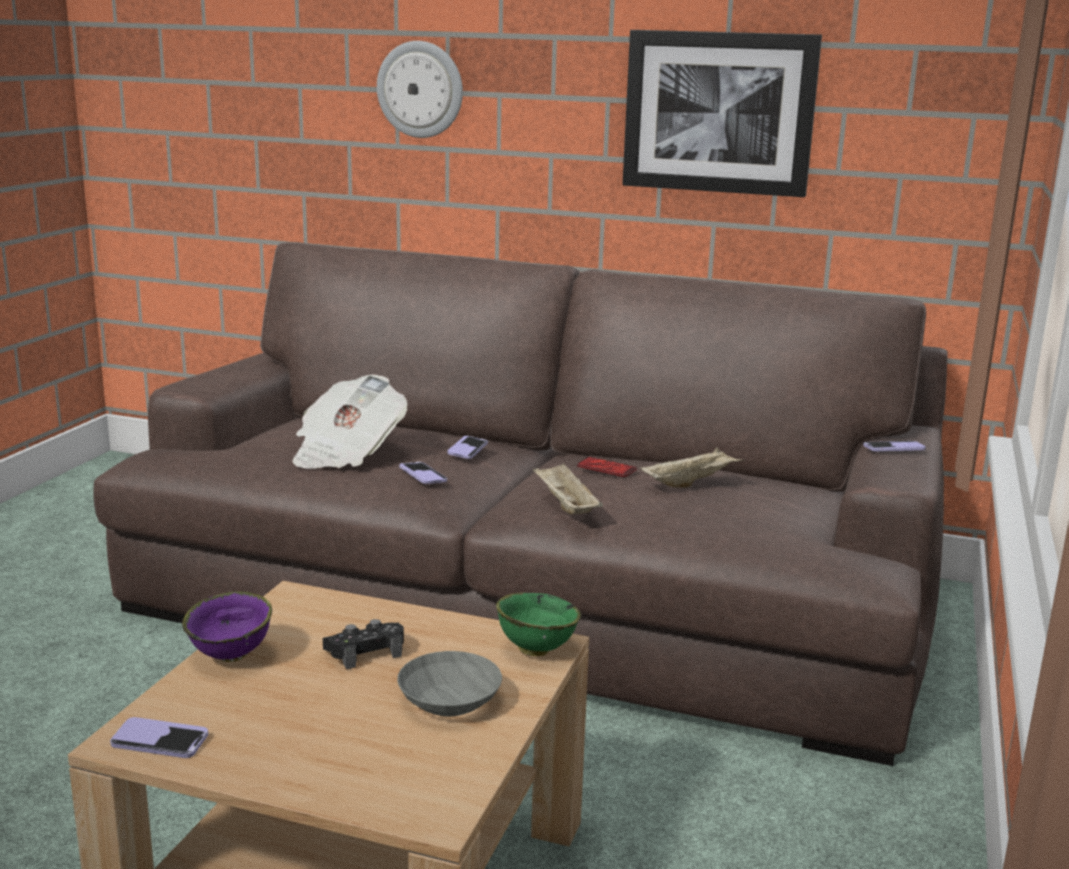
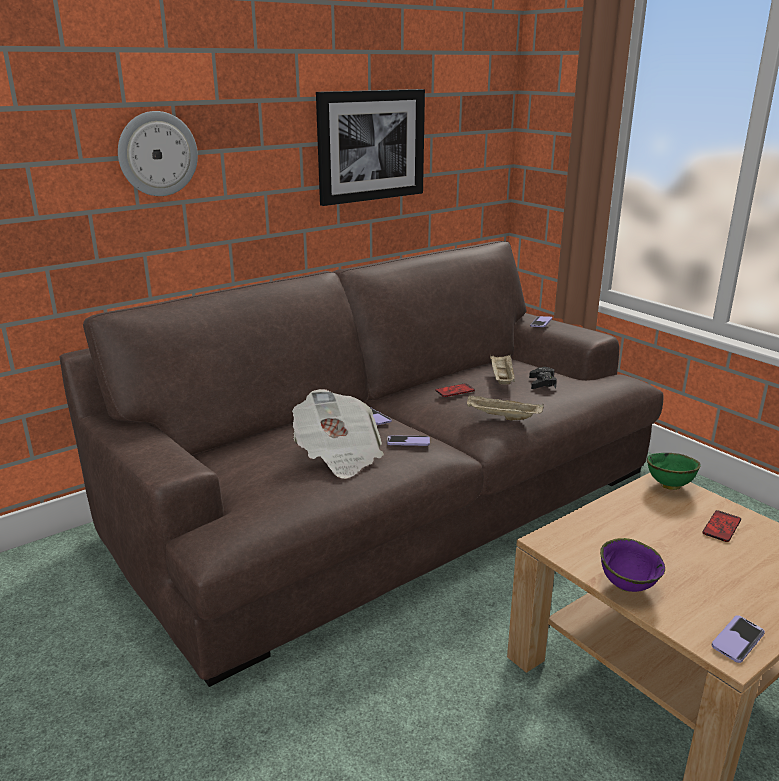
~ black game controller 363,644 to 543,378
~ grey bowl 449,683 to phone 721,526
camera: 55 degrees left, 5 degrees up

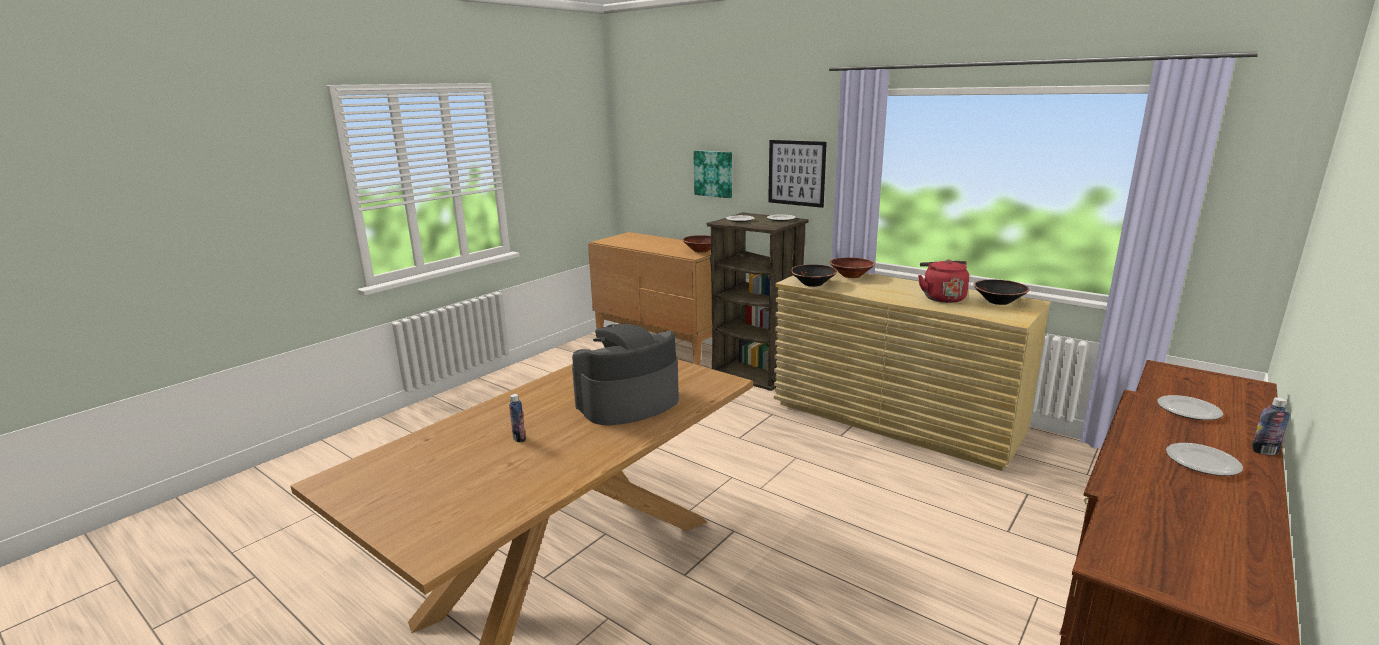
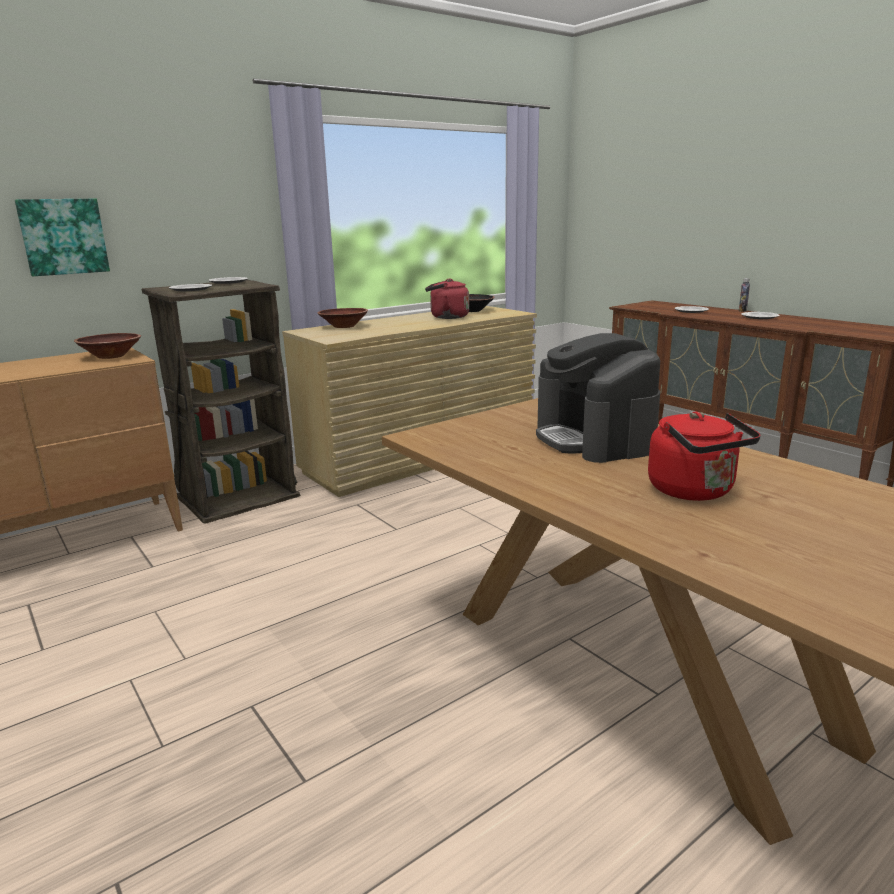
~ bottle 517,418 to red kettle 704,456
- picture 797,174
- black bowl 813,275
camera: 75 degrees left, 0 degrees up

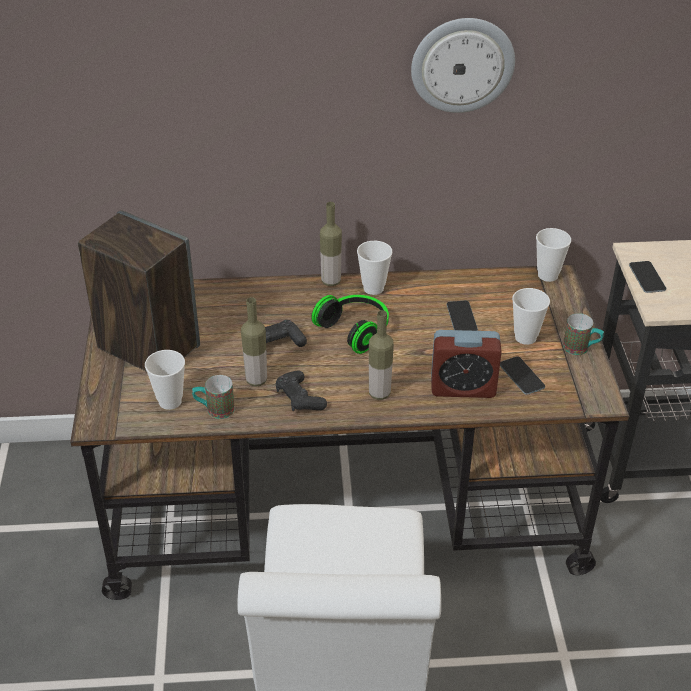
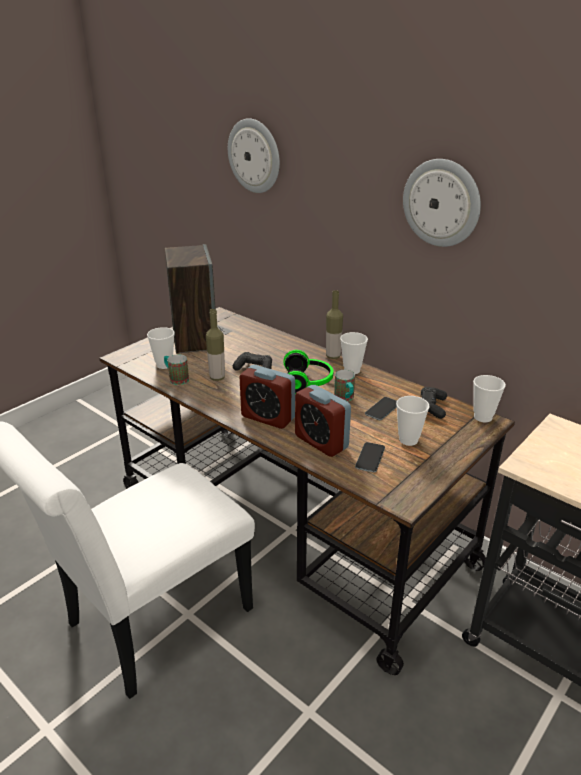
+ wall clock 254,155
~ bottle 381,355 to alarm clock 267,397
~ mug 583,334 to 344,386
~ black game controller 301,390 to 434,403
- phone 647,277
camera: 45 degrees right, 10 degrees down

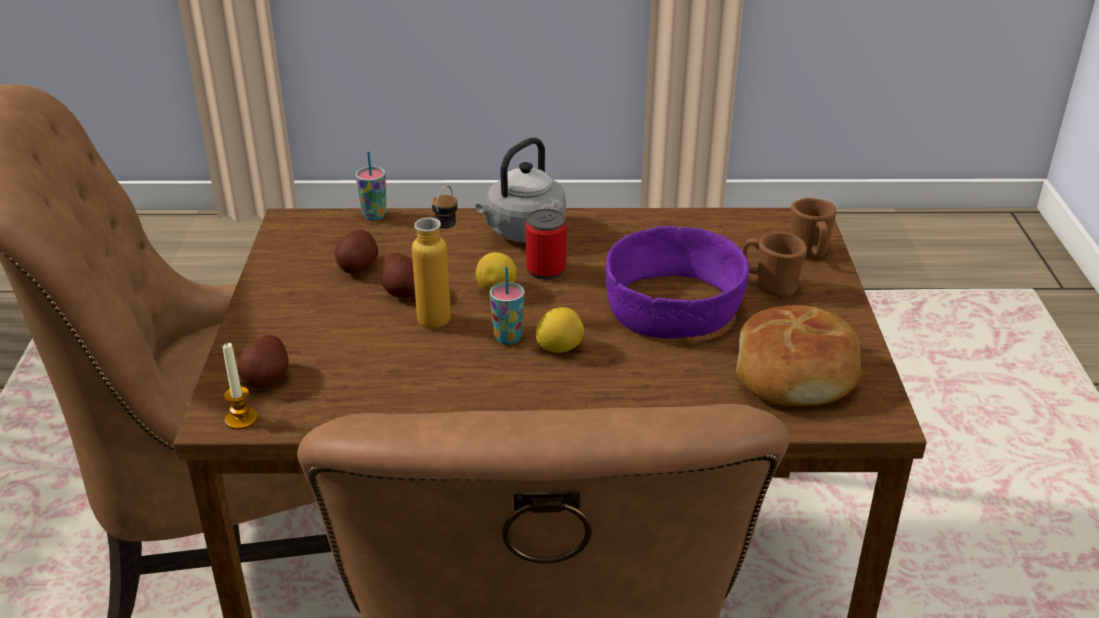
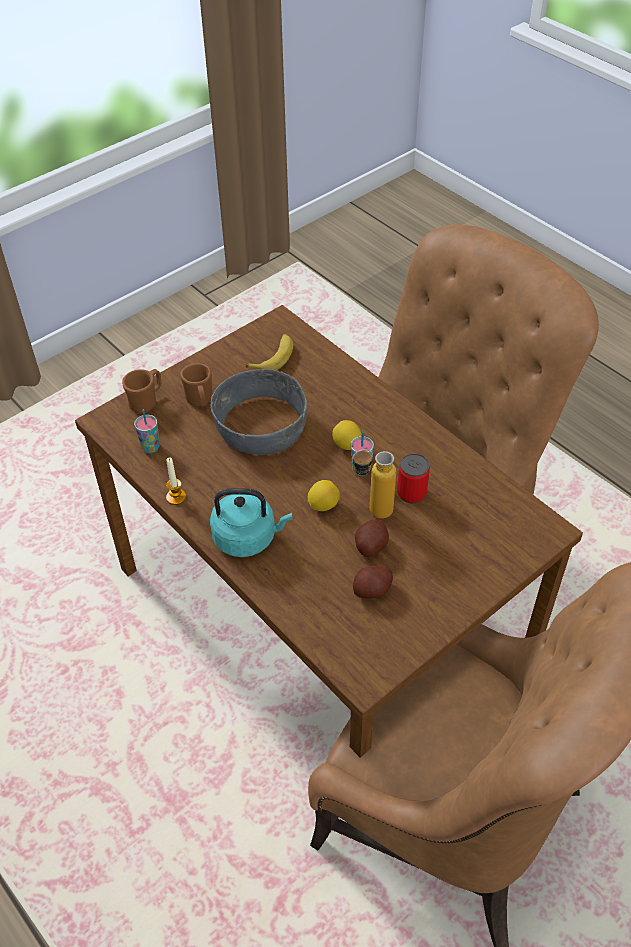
~ cup 370,185 to 147,431
~ candle 240,386 to 176,481
~ purple bowl 677,282 to grey bowl 258,412
~ grey kettle 521,190 to turquoise kettle 251,522
~ bread 798,356 to banana 269,352
~ can 546,244 to 413,479
- potato 263,361
camera: 130 degrees left, 15 degrees up

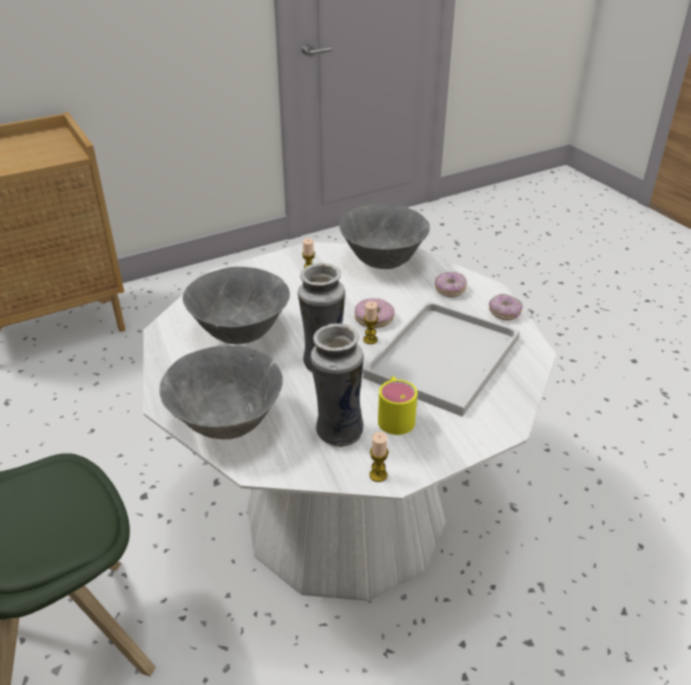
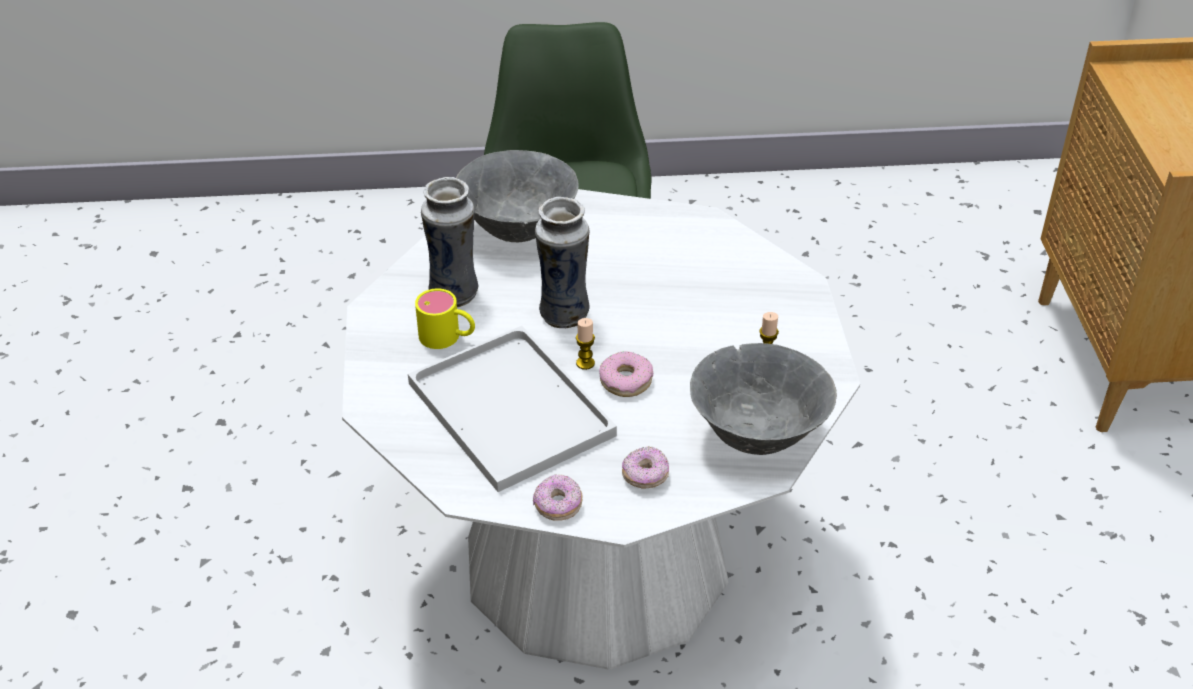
- grey bowl 236,305
- candle 379,457
camera: 115 degrees right, 5 degrees up

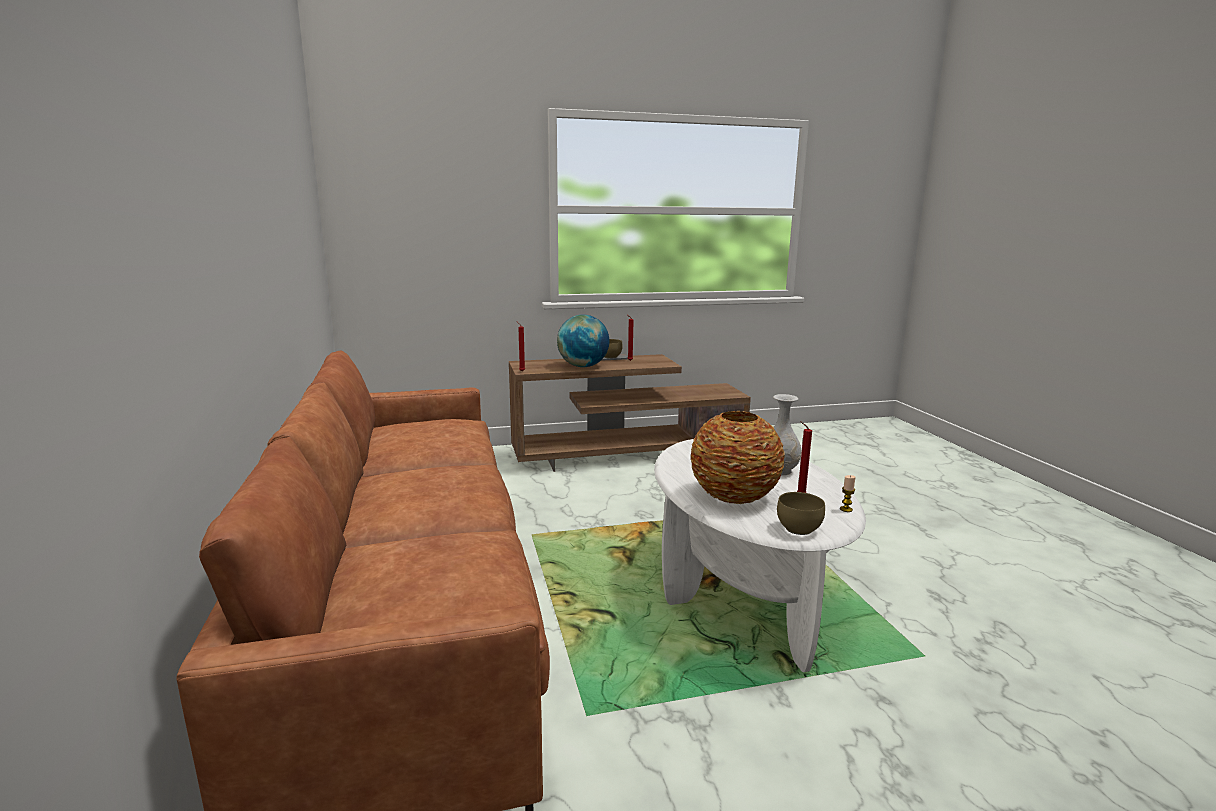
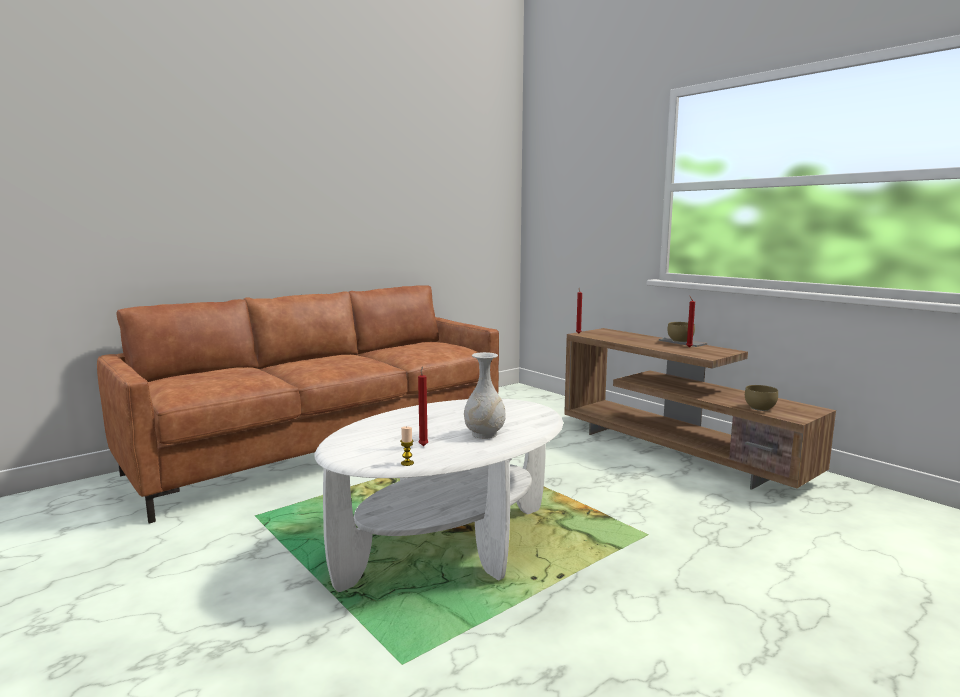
~ brown bowl 801,513 to 761,398
- globe 583,341
- vase 738,457
camera: 65 degrees right, 5 degrees down

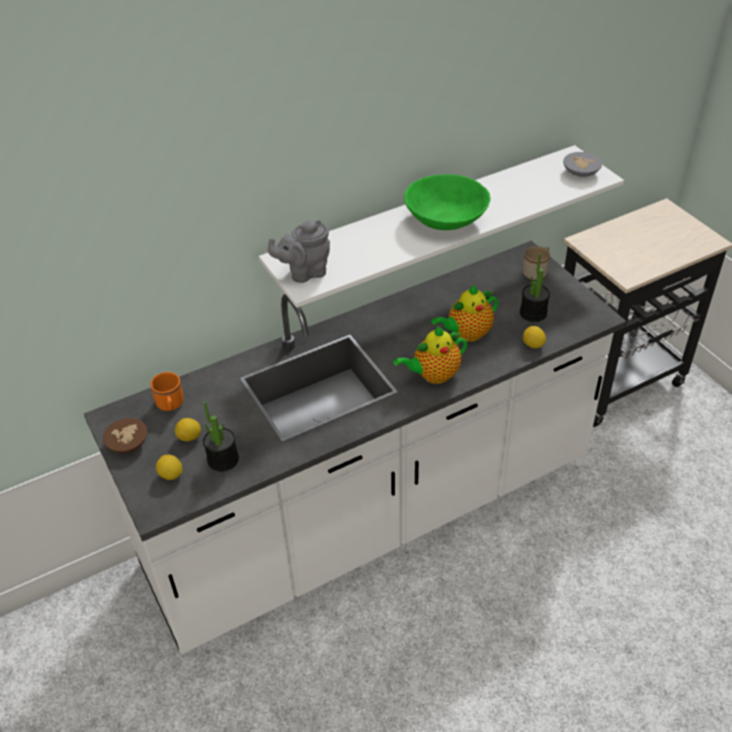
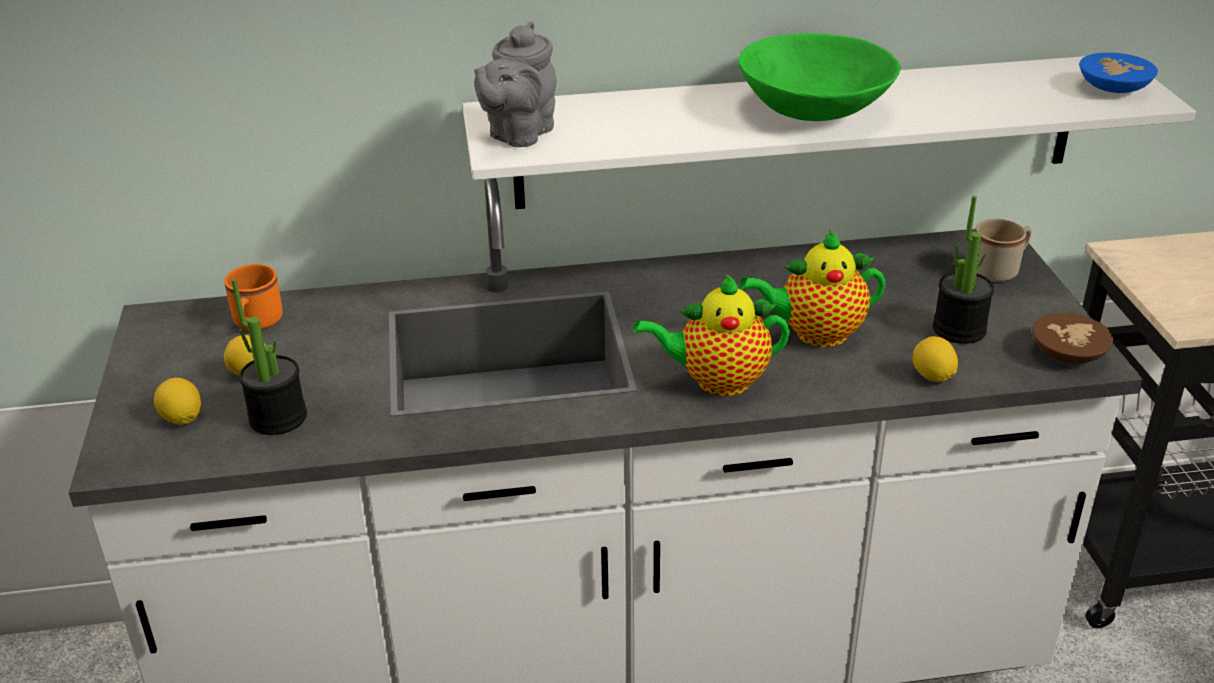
~ grey teapot 299,251 = 515,84 60 degrees counterclockwise
~ brown bowl 125,435 to 1072,338
~ grey bowl 582,164 to blue bowl 1118,73
camera: 20 degrees right, 10 degrees down

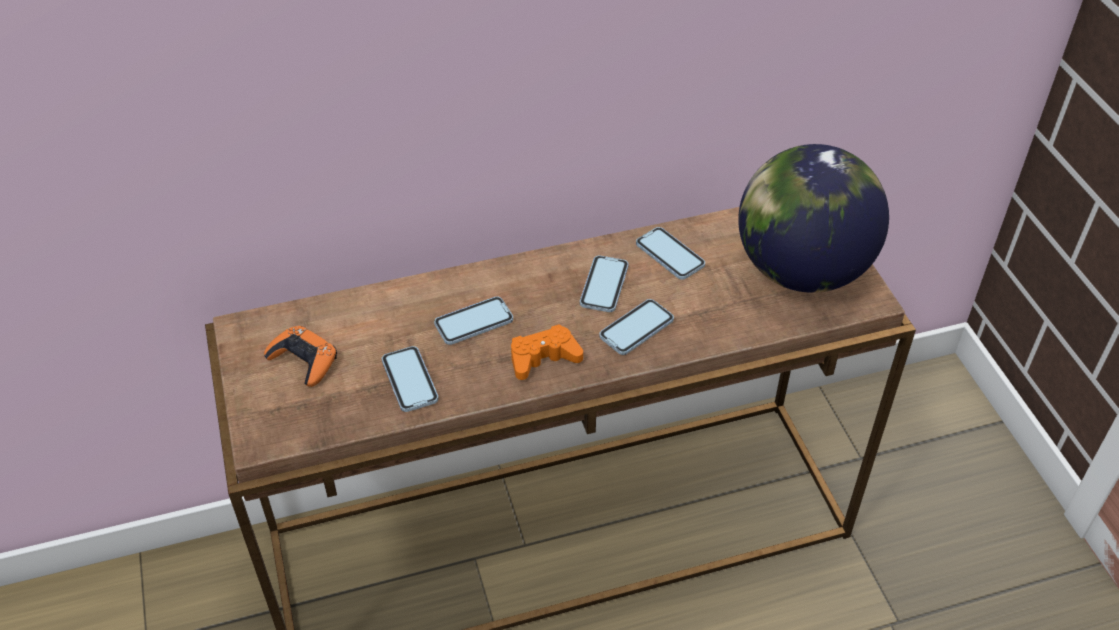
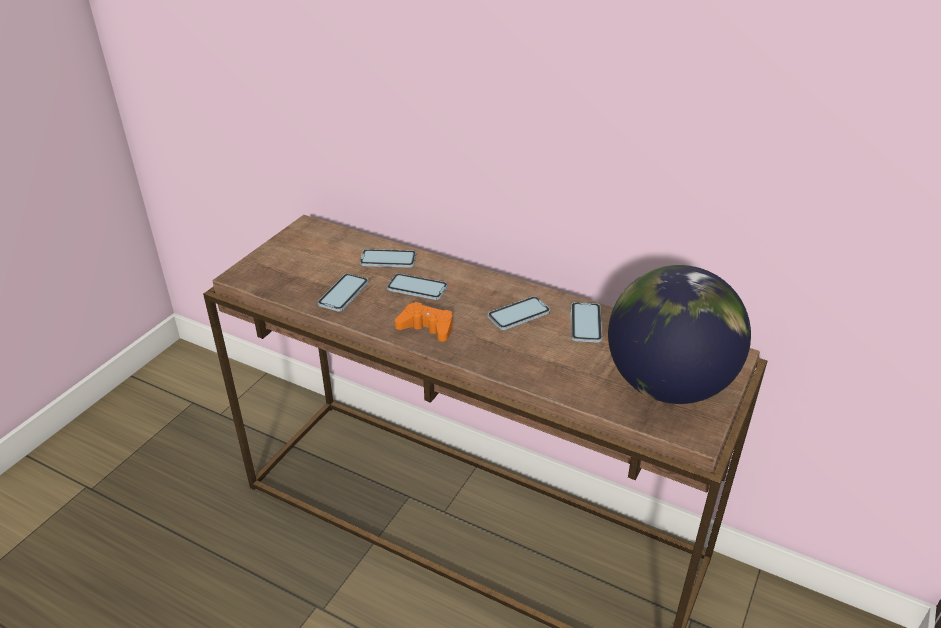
~ phone 636,327 to 388,258
- orange game controller 300,356
camera: 45 degrees right, 10 degrees down

